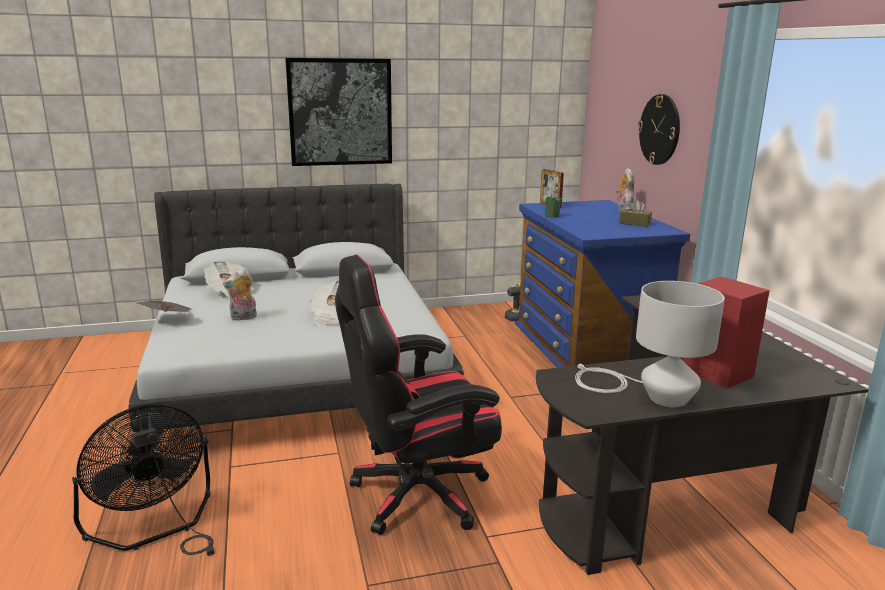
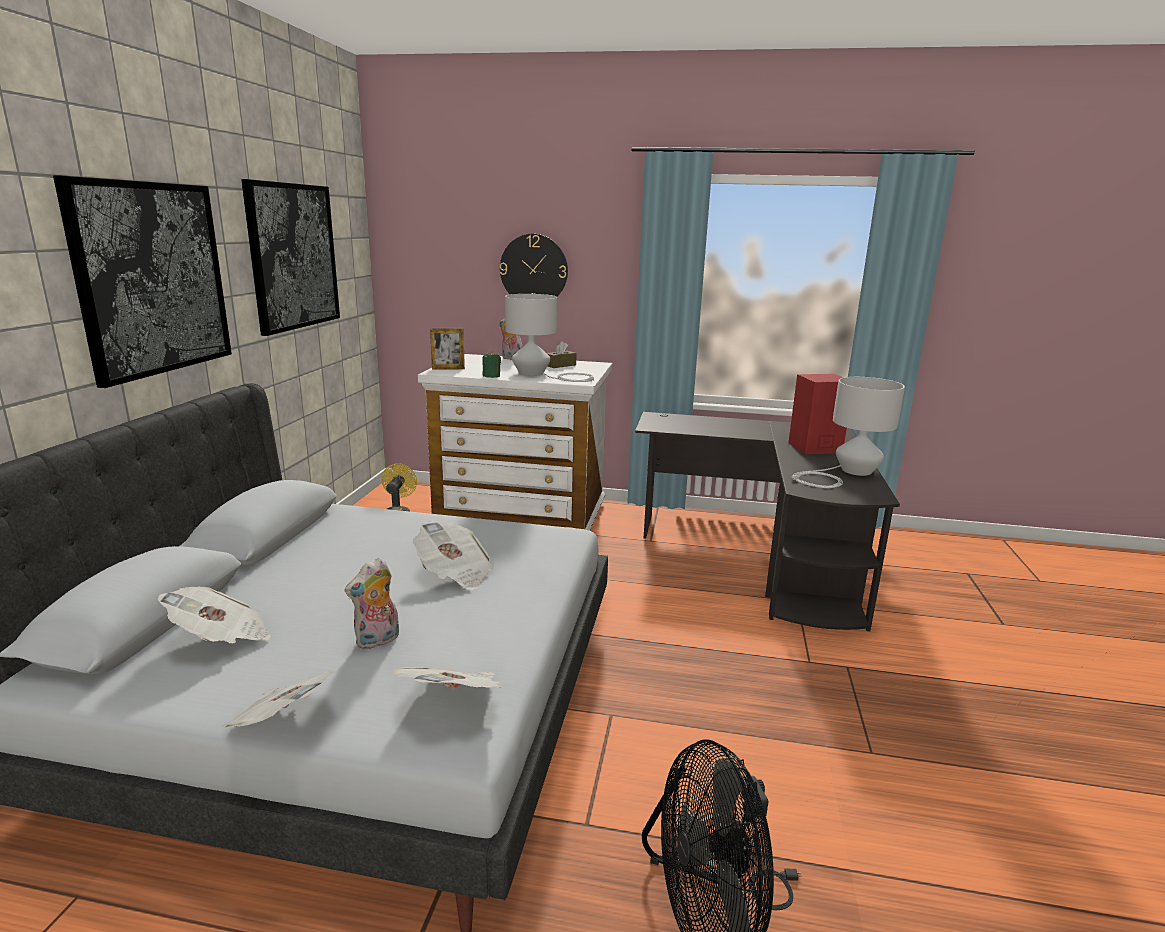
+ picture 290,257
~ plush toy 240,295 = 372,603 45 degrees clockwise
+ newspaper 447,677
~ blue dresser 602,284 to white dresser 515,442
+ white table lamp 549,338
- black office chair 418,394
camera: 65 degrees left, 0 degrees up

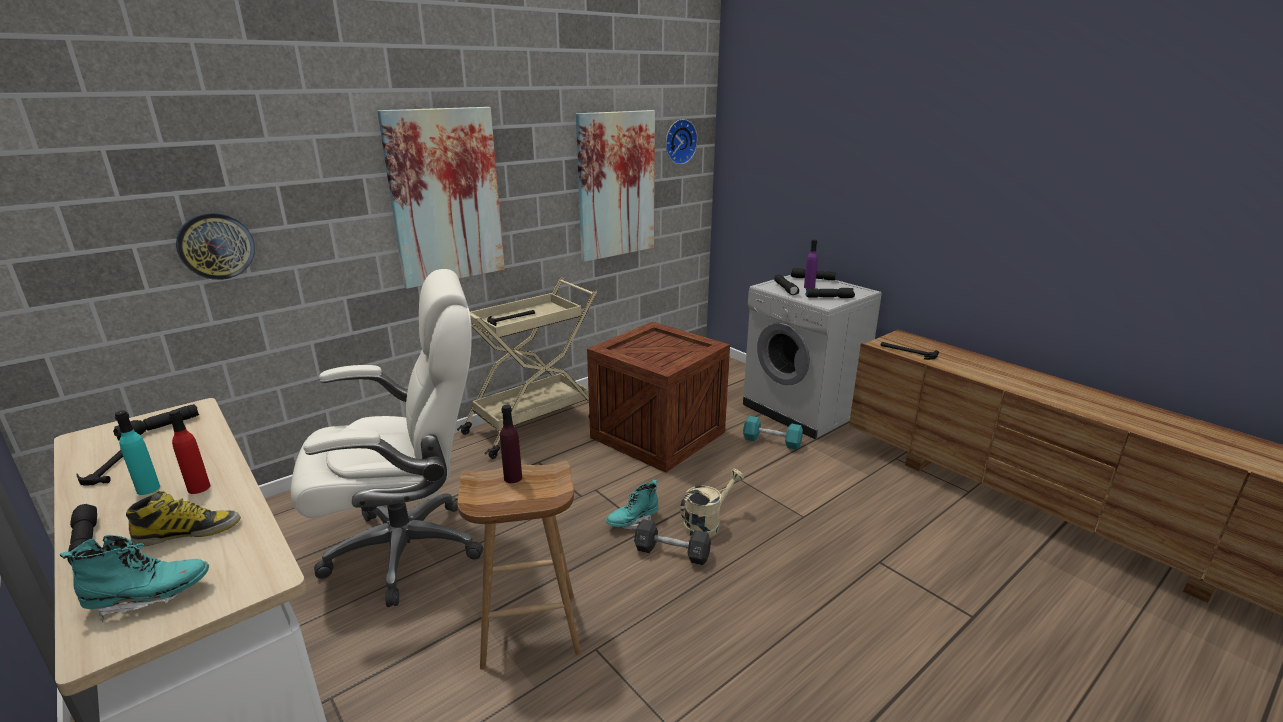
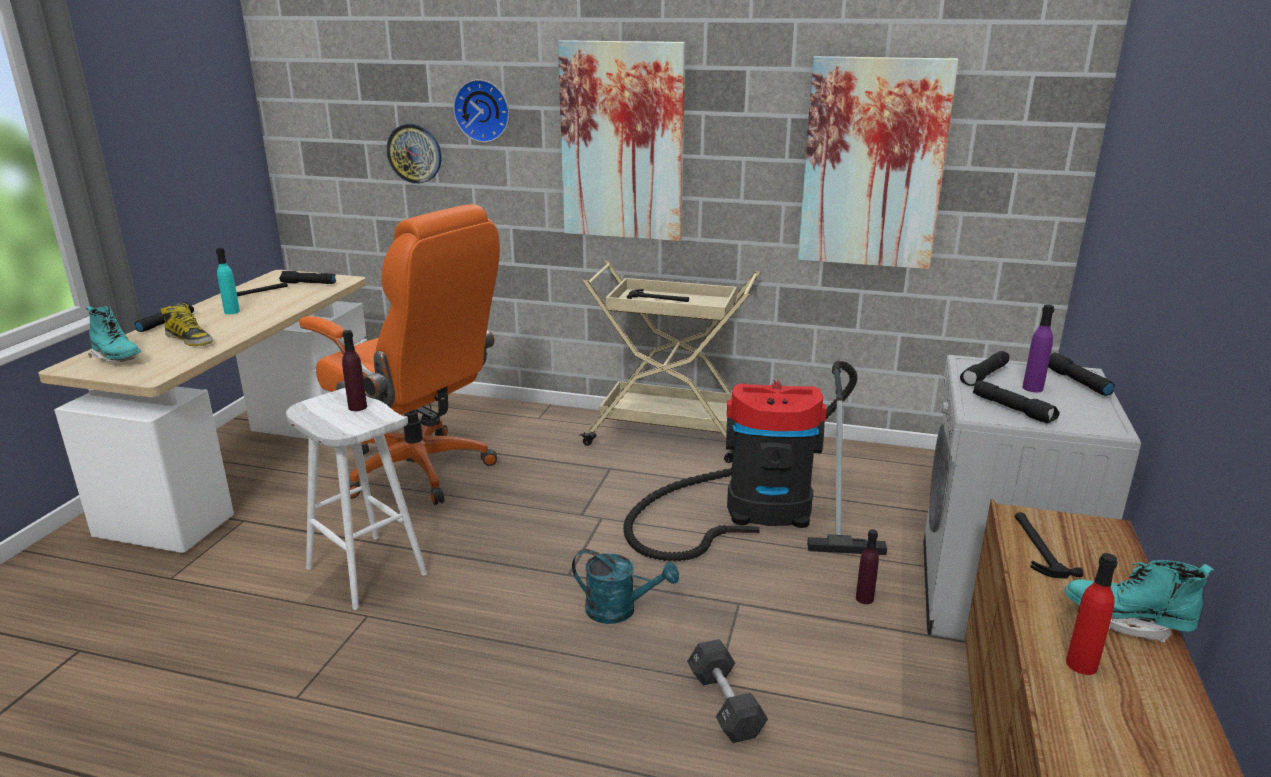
~ brown stool 519,565 to white stool 356,499
~ white office chair 387,438 to orange office chair 399,354
~ wall clock 682,142 to 481,111
~ beige watering can 712,503 to turquoise watering can 625,586
~ crate 658,397 to vacuum cleaner 755,461
~ black dumbbell 672,542 to 727,691
~ turquoise dumbbell 773,433 to purple bottle 867,566
~ turquoise boot 632,505 to 1139,601
~ red bottle 189,452 to 1092,614
camera: 55 degrees right, 0 degrees up

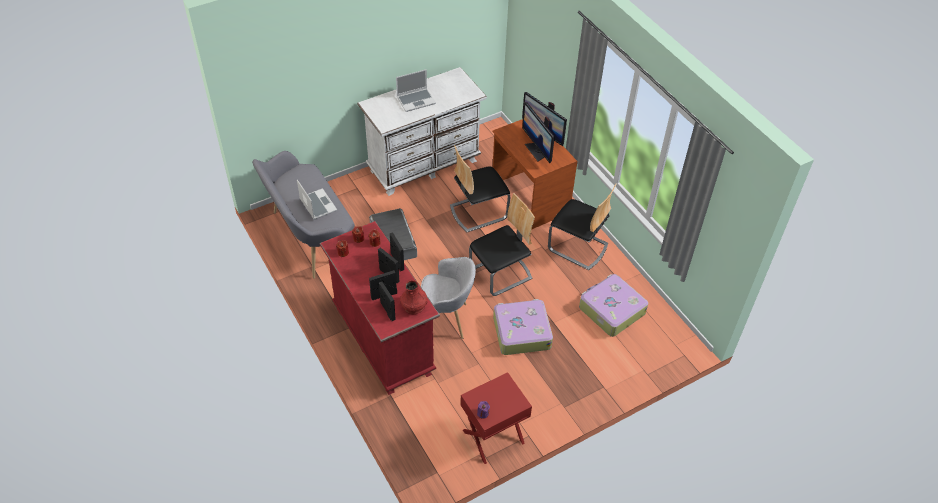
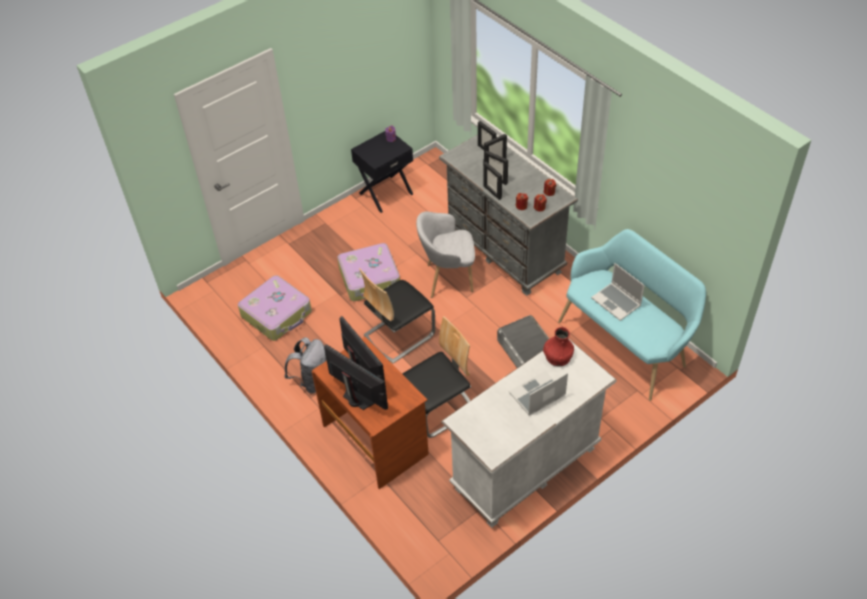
~ chair 582,227 to grey backpack 305,365
~ red nightstand 496,418 to black nightstand 382,172
~ red dresser 380,308 to grey dresser 508,215
~ red vase 414,297 to 558,346
~ grey bench 303,215 to turquoise bench 632,315
camera: 175 degrees right, 0 degrees up

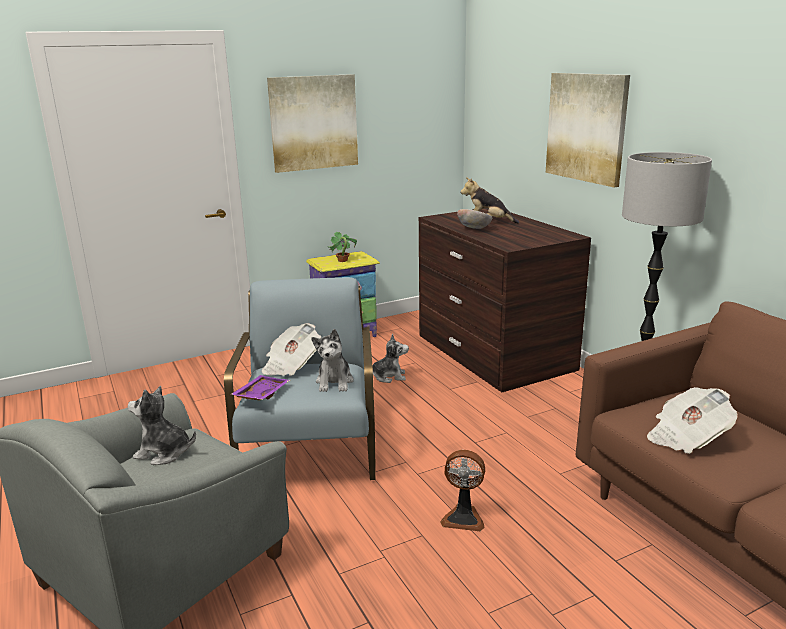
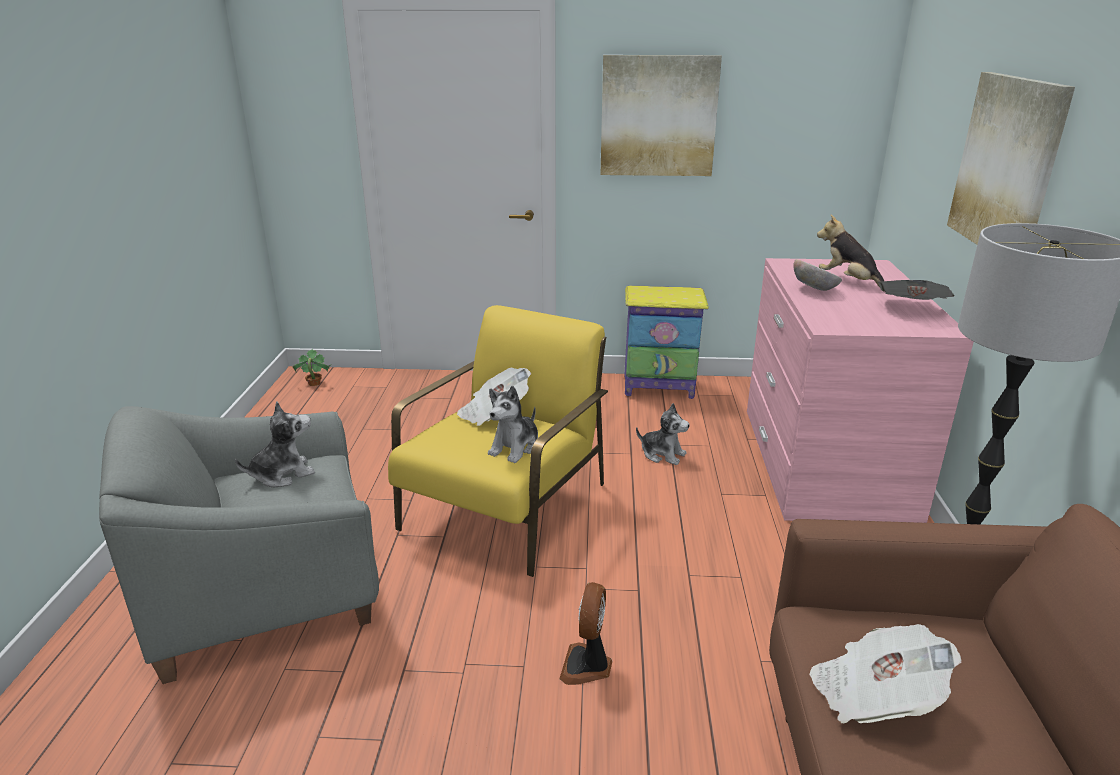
~ plush toy 162,425 = 275,444 105 degrees clockwise
~ potted plant 343,247 to 312,367
~ blue armchair 299,378 to yellow armchair 498,441
~ fan 462,490 = 586,633 60 degrees clockwise
~ brown dresser 505,300 to pink dresser 860,390
+ newspaper 916,290
- purple tray 260,388
camera: 30 degrees right, 5 degrees up

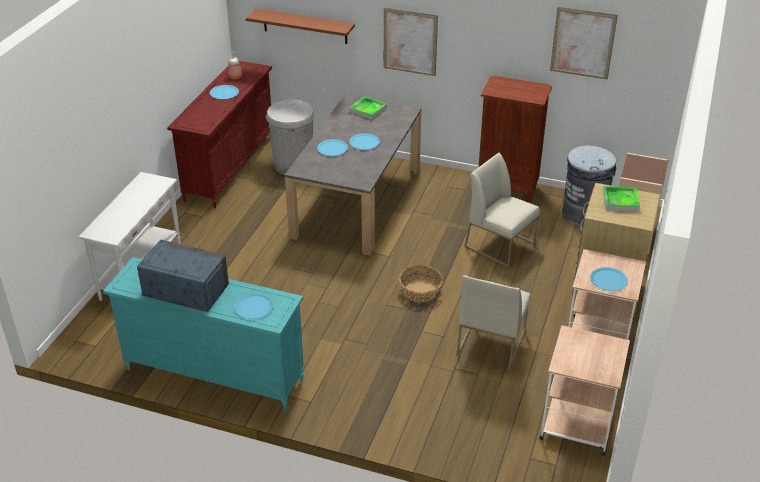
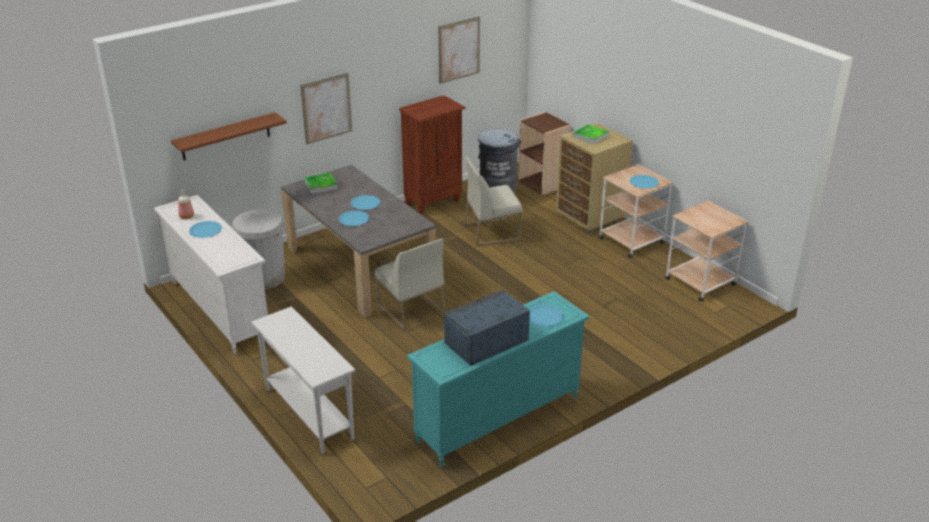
~ red dresser 219,134 to white dresser 211,274
~ white chair 494,322 to 410,284
- basket 421,283
camera: 55 degrees left, 5 degrees down

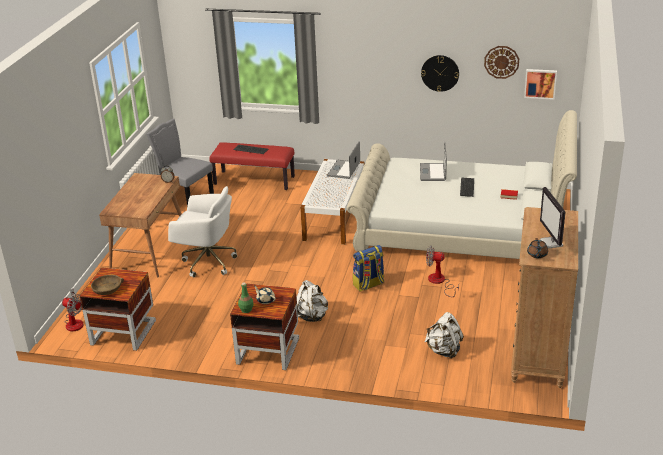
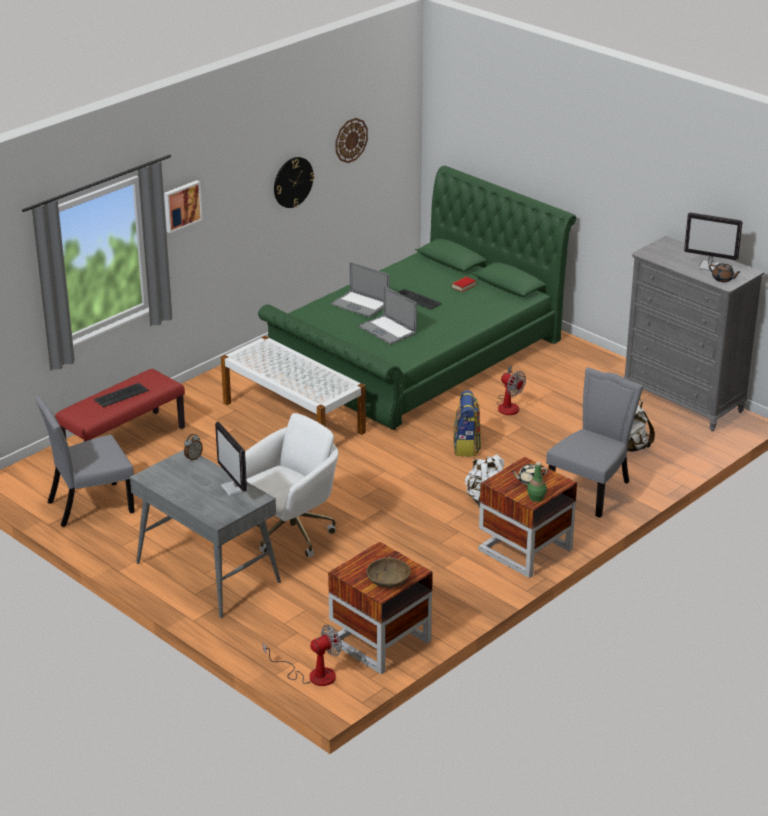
~ brown desk 140,225 to grey desk 205,534
~ picture 540,84 to 183,206
+ monitor 232,459
~ beige bed 461,184 to green bed 417,298
~ laptop 343,160 to 387,315
~ fan 442,271 = 511,390 90 degrees counterclockwise
+ grey chair 594,442
~ brown dresser 544,297 to grey dresser 693,334
camera: 60 degrees left, 0 degrees up

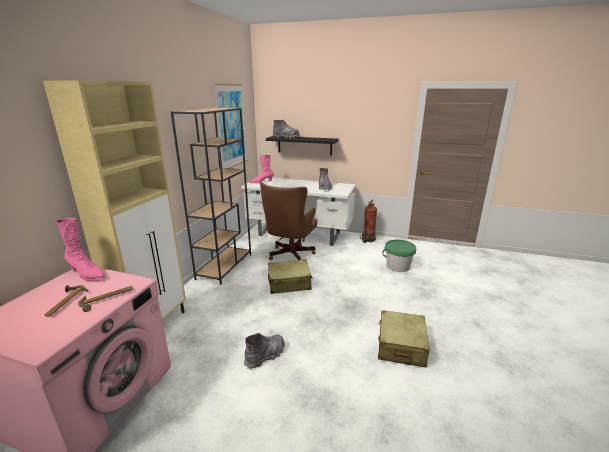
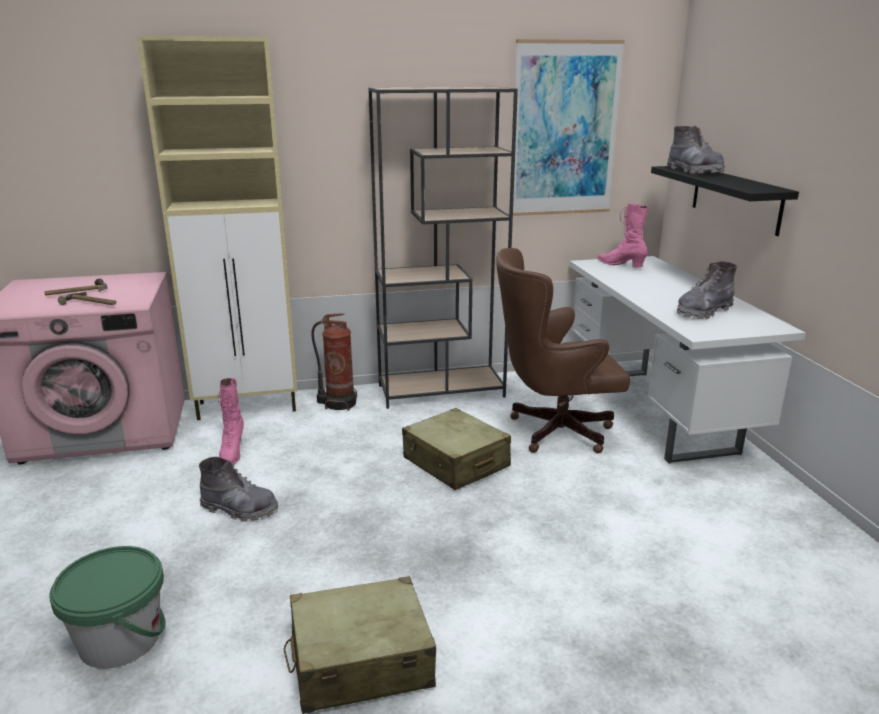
~ green bucket 399,256 to 108,607
~ pink boot 80,249 to 231,421
~ fire extinguisher 369,221 to 334,362
camera: 60 degrees right, 0 degrees up

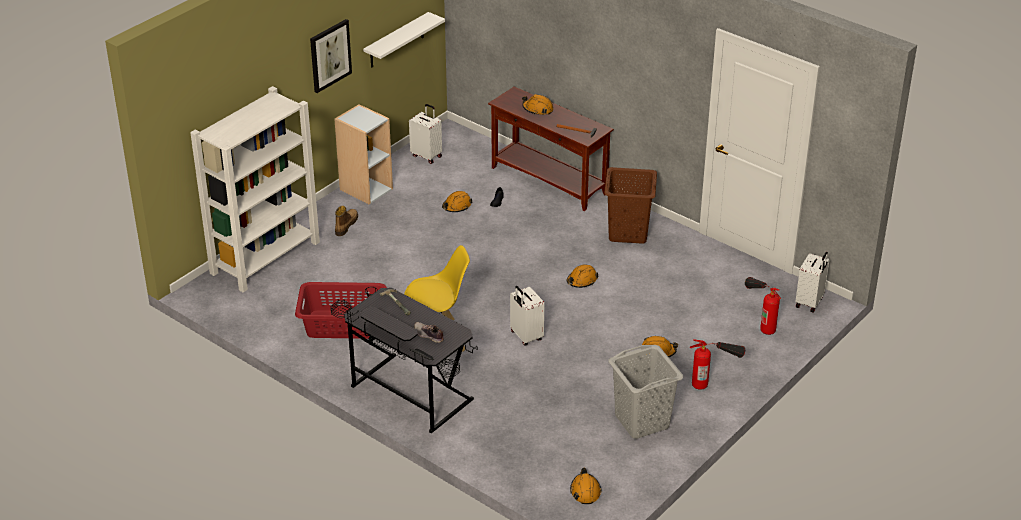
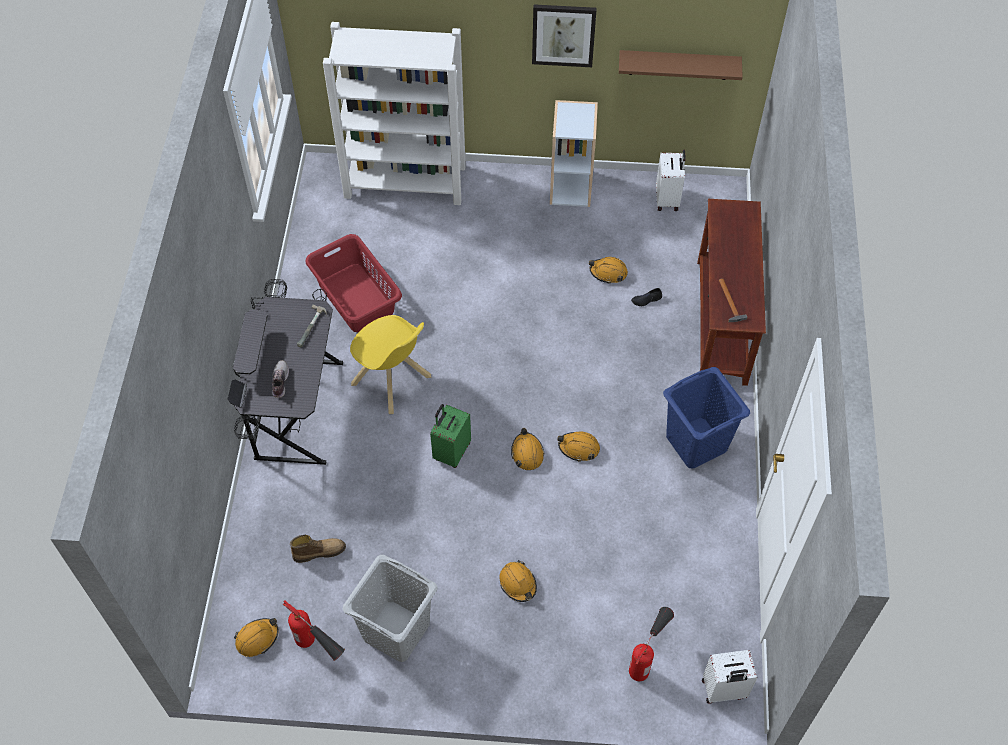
~ fire extinguisher 717,364 to 314,630
~ boot 346,221 to 318,549
~ white suitcase 527,316 to green suitcase 450,436
~ orange hard hat 538,104 to 528,449
~ white shelf 404,39 to brown shelf 681,65
~ brown laundry basket 630,205 to blue laundry basket 706,418
camera: 55 degrees right, 20 degrees up

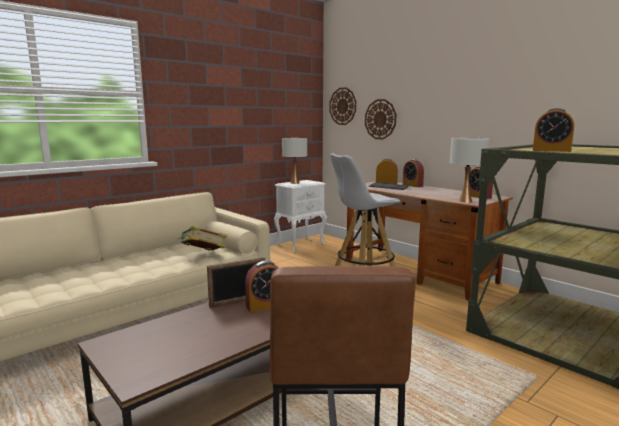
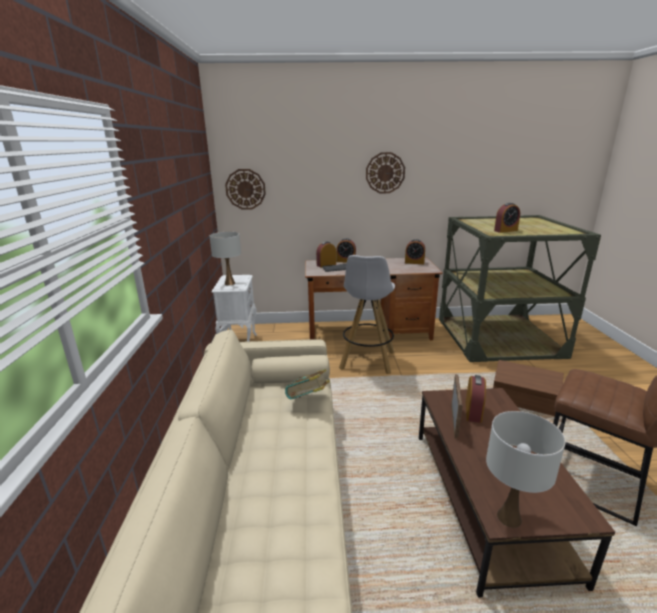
~ wall clock 380,119 to 385,172
~ white table lamp 469,170 to 525,469
+ brown storage box 528,388
camera: 50 degrees left, 10 degrees up

